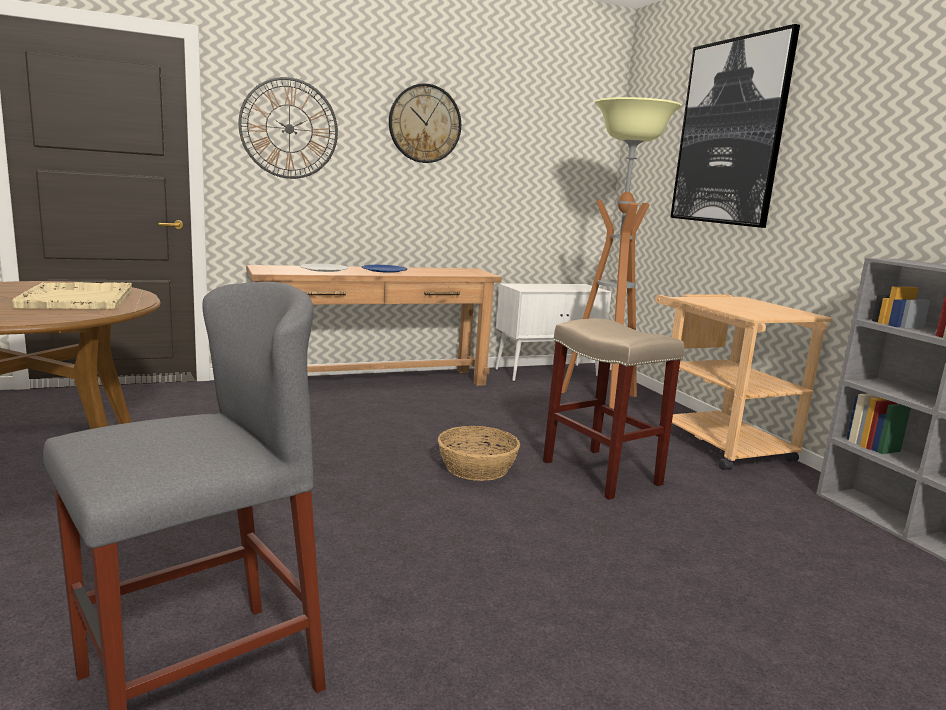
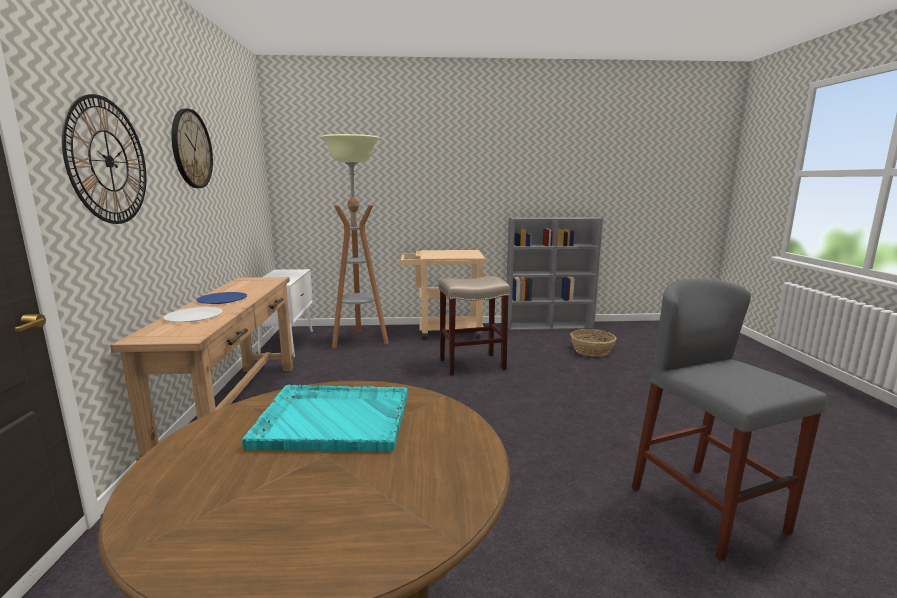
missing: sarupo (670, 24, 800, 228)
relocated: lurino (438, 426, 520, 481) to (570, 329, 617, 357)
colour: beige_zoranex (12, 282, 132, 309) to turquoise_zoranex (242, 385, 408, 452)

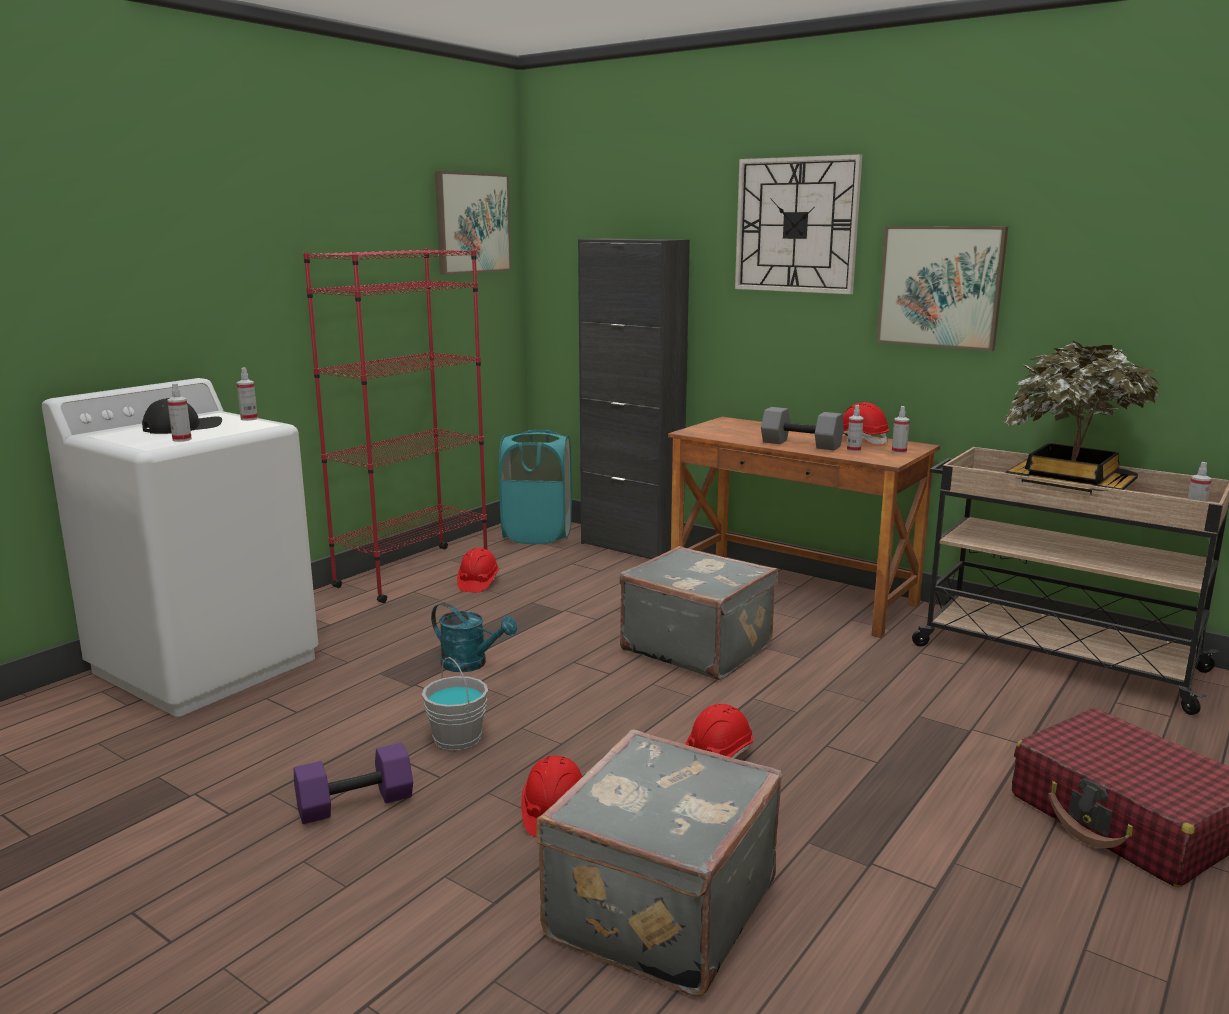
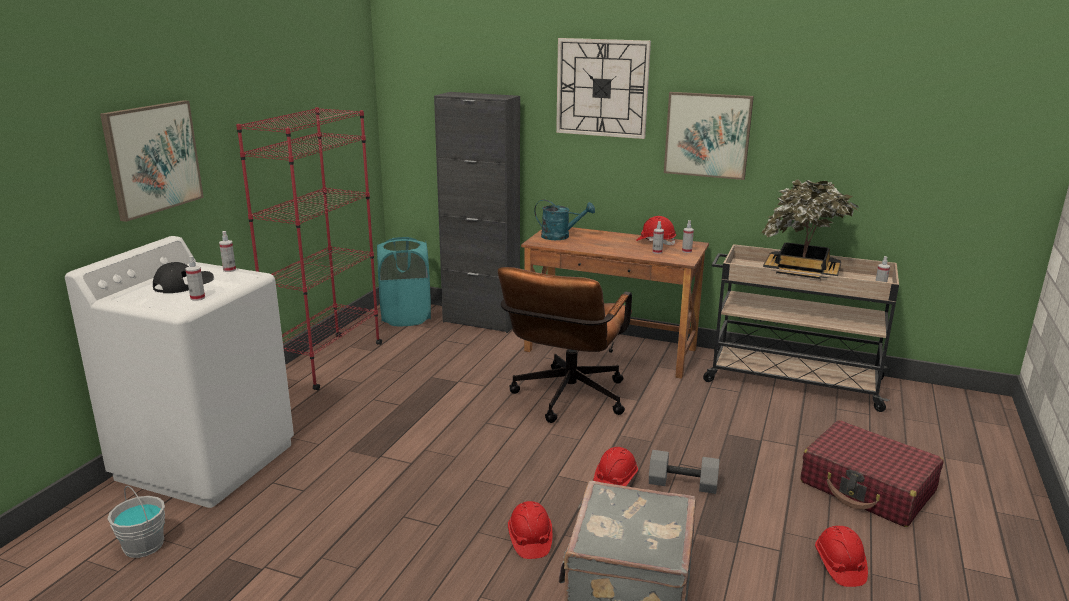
missing: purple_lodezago (294, 743, 413, 824)
relocated: sarupo (435, 171, 511, 275) to (100, 100, 204, 222); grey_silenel (422, 657, 488, 751) to (108, 486, 165, 558); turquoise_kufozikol (431, 602, 517, 672) to (534, 199, 595, 240); grey_lodezago (761, 407, 844, 450) to (649, 450, 720, 494); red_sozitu (457, 548, 499, 592) to (815, 526, 868, 587)
exchanged: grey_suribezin (619, 546, 778, 680) to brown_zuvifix (498, 267, 632, 423)

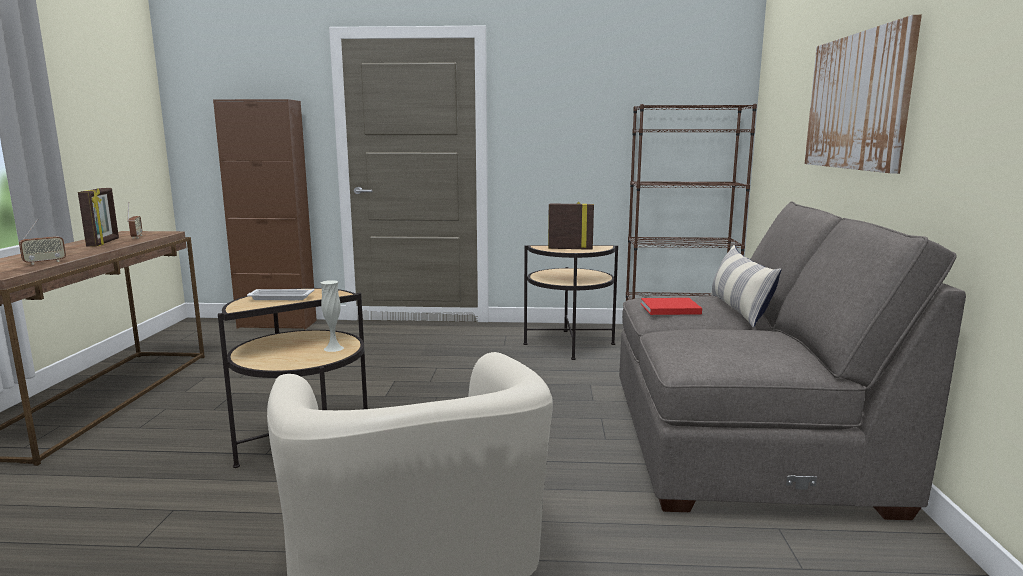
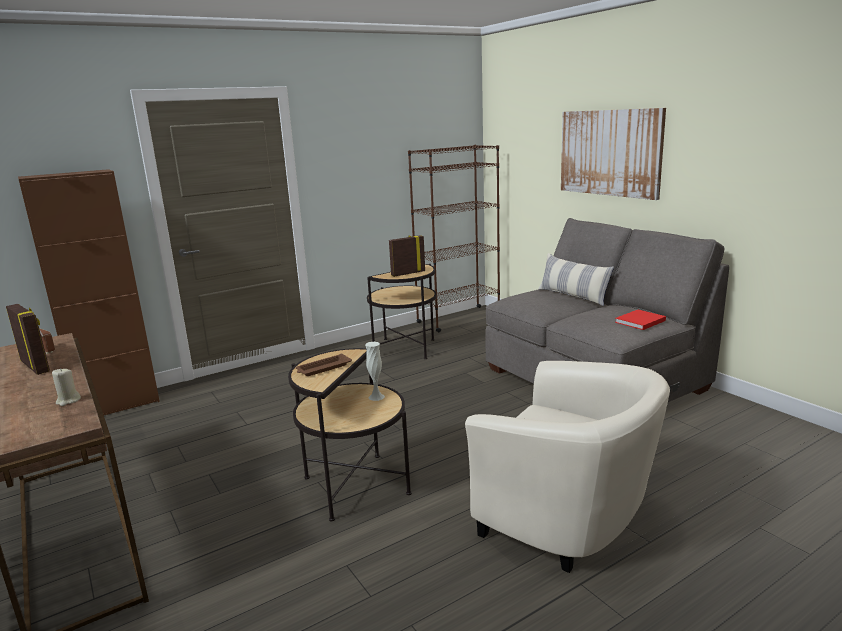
relocated: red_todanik (641, 298, 702, 315) to (615, 310, 666, 330)
exchanged: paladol (19, 219, 66, 265) to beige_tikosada (52, 368, 81, 406)
colour: white_zoranex (247, 289, 314, 300) to brown_zoranex (296, 353, 352, 376)

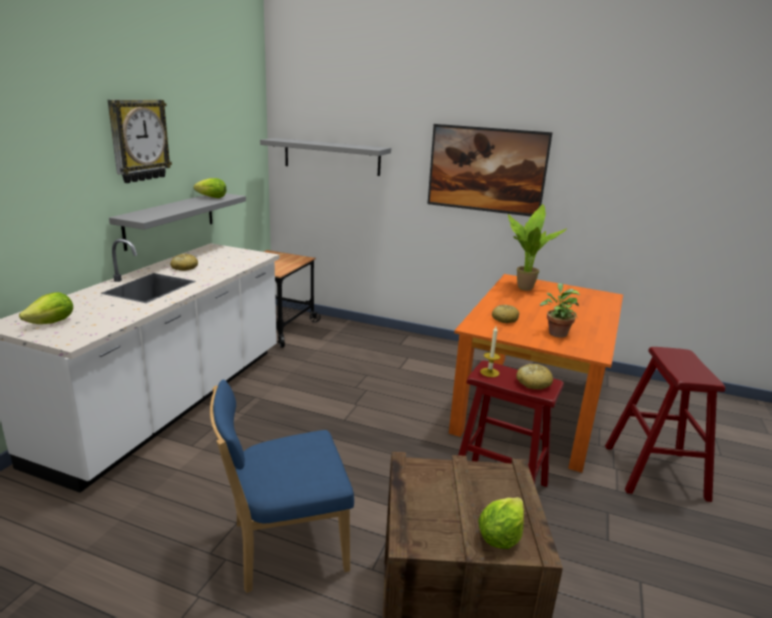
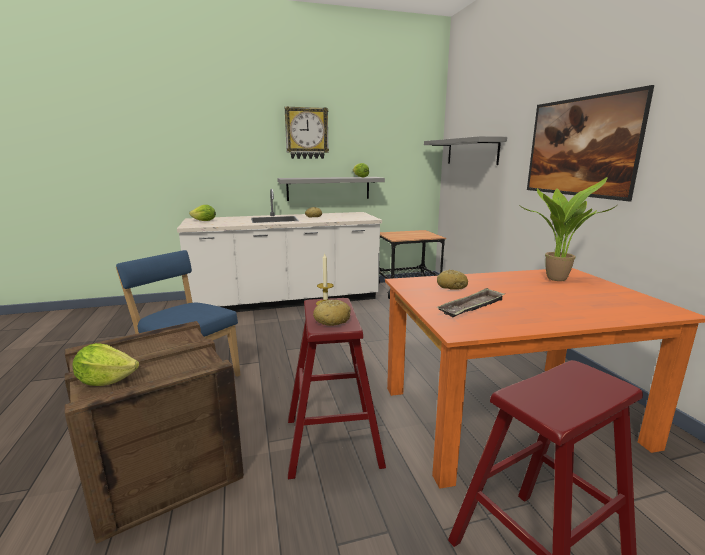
exchanged: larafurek (540, 283, 580, 338) to zoranex (437, 288, 505, 317)

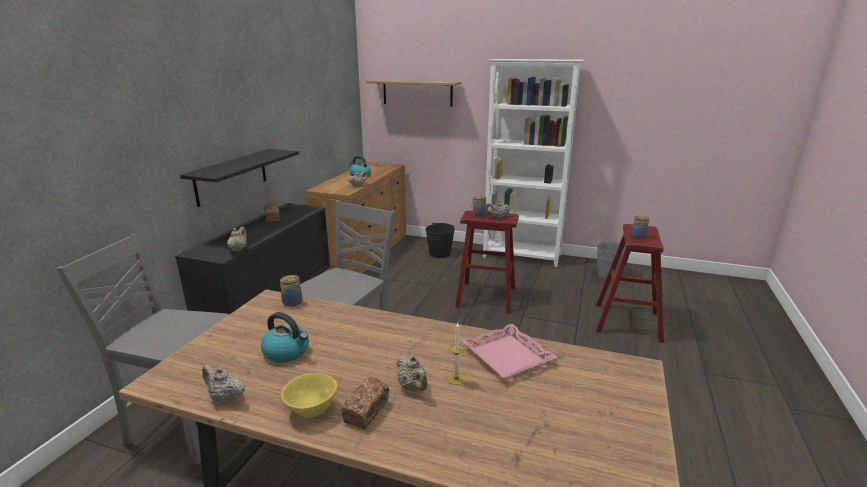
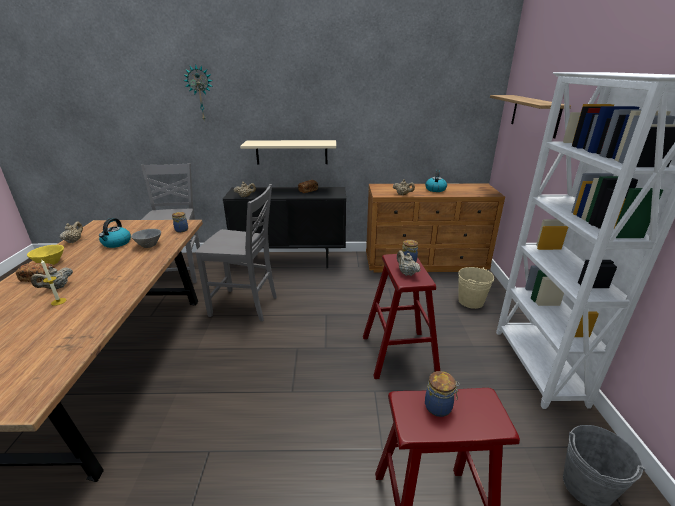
missing: pink_zoranex (461, 324, 557, 379)
appeared: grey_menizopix (131, 229, 161, 248); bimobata (183, 65, 213, 120)
colour: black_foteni (180, 149, 299, 207) to beige_foteni (240, 140, 336, 164); black_silenel (426, 223, 455, 258) to beige_silenel (458, 267, 494, 309)

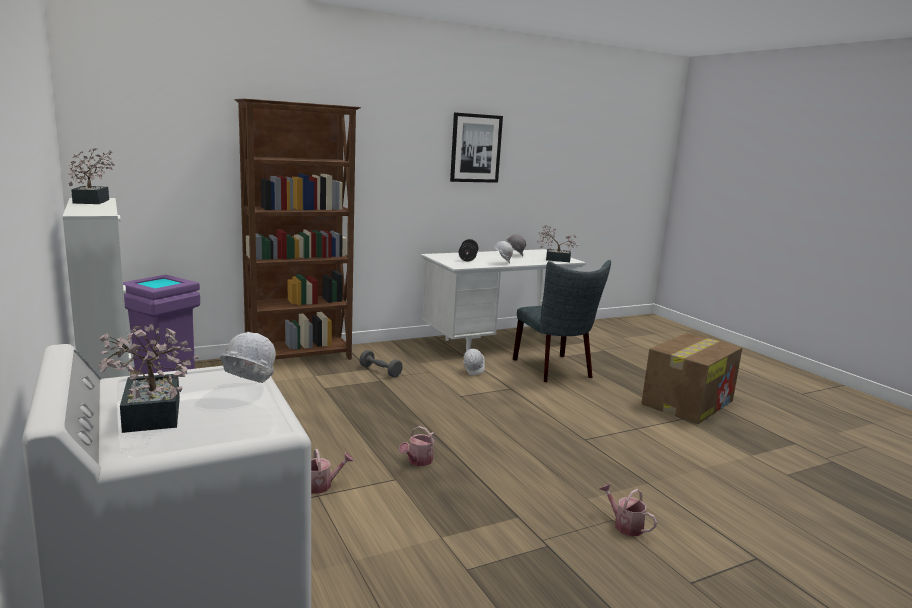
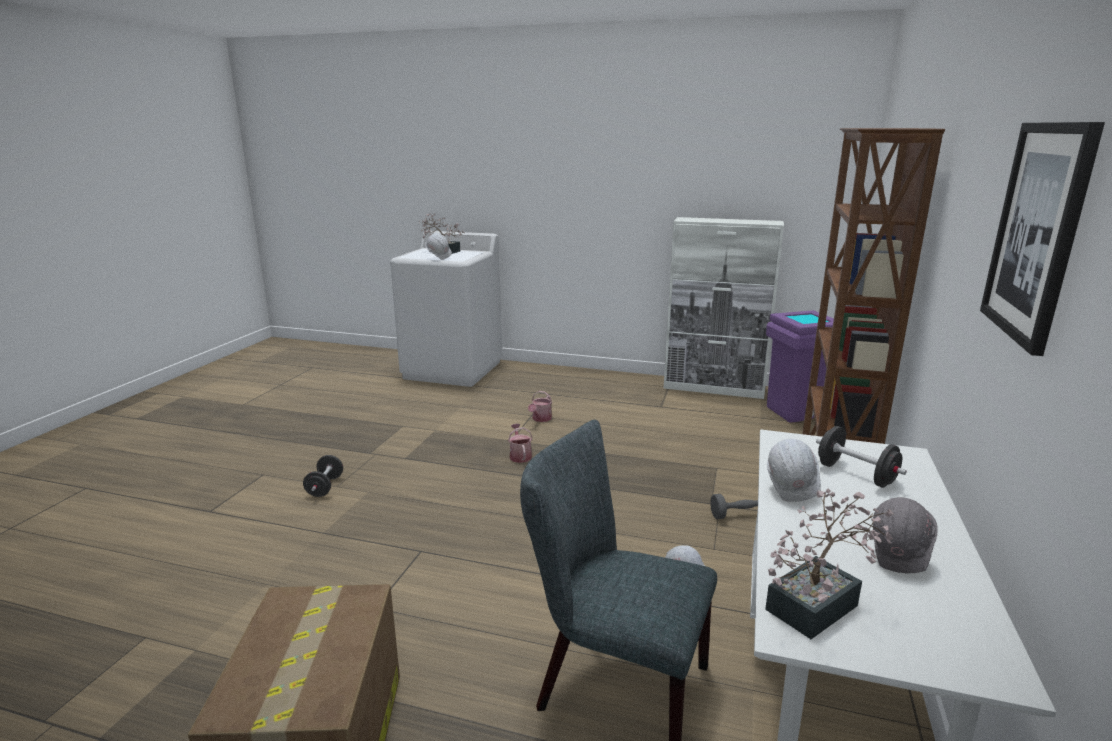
missing: larafurek (67, 148, 114, 204)
exchanged: kufozikol (599, 483, 657, 536) to black_lodezago (303, 455, 343, 497)

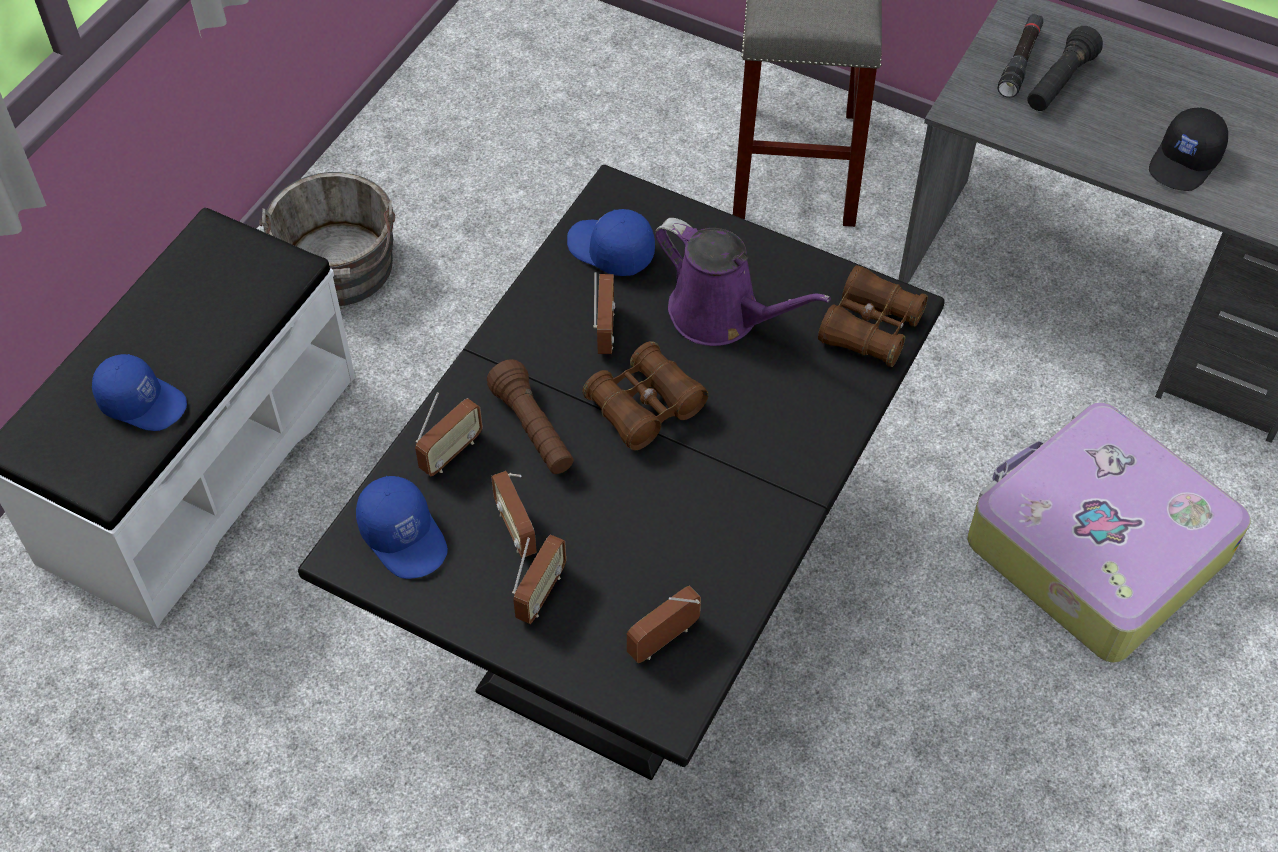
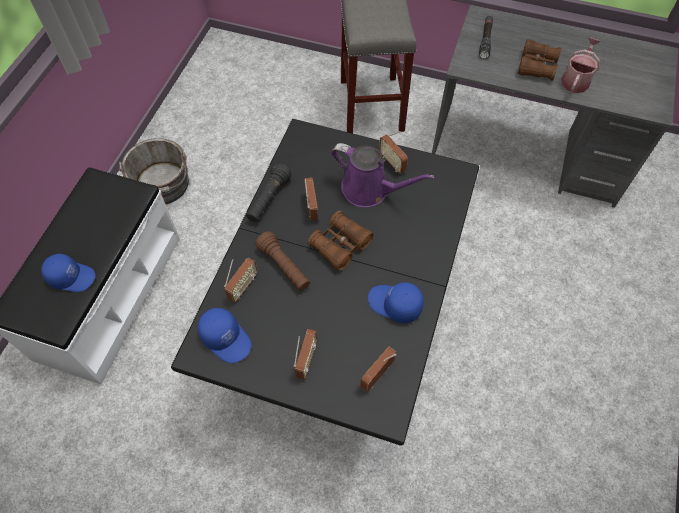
missing: suribezin (967, 402, 1251, 663)
relocated: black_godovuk (1027, 26, 1103, 111) to (246, 163, 291, 222); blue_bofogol (567, 209, 655, 276) to (368, 282, 424, 323); paladol (491, 471, 537, 558) to (379, 131, 408, 173); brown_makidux (818, 265, 928, 367) to (517, 39, 562, 81)
exchanged: black_bofogol (1149, 107, 1228, 191) to kufozikol (562, 38, 600, 93)

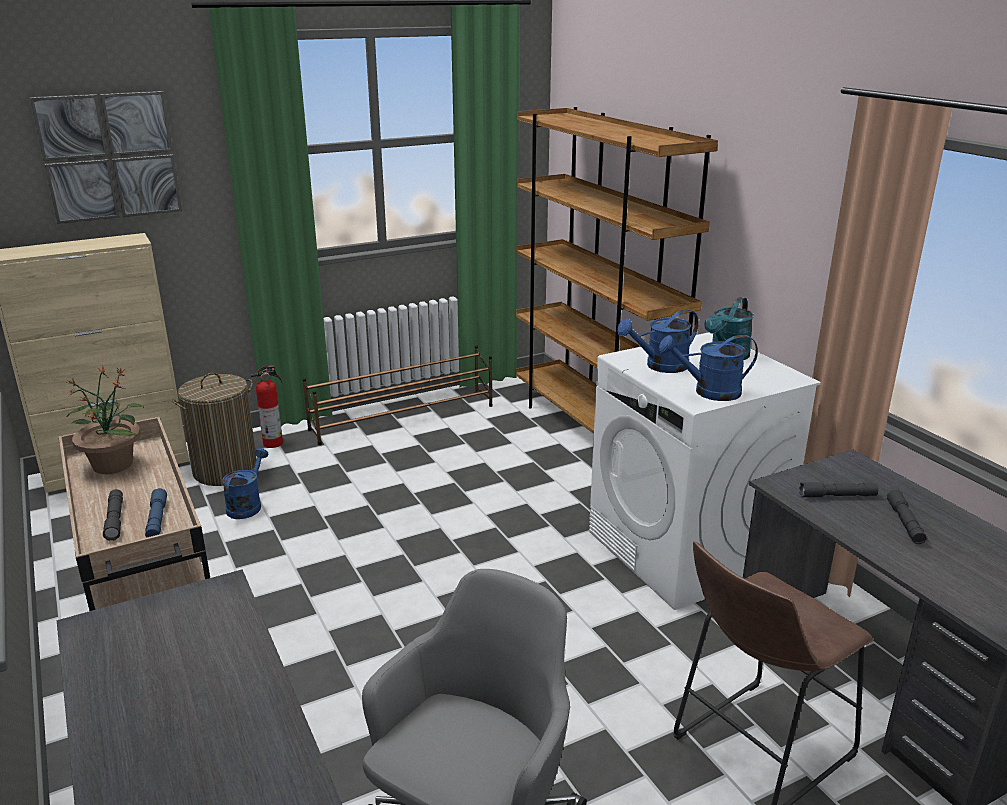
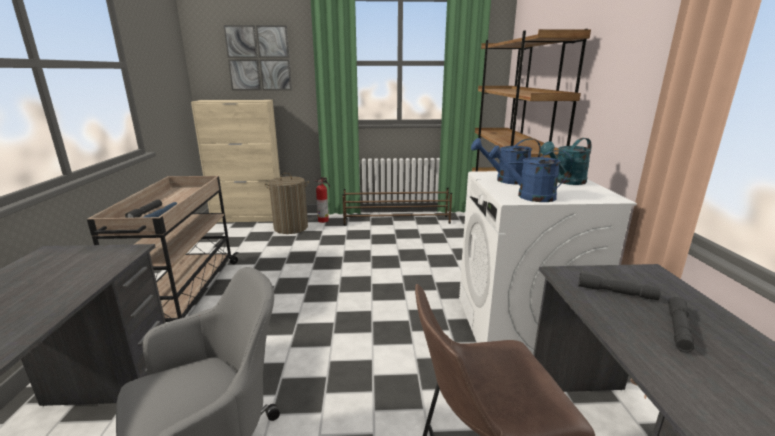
missing: larafurek (66, 366, 143, 474); blue_kufozikol (222, 448, 269, 519)

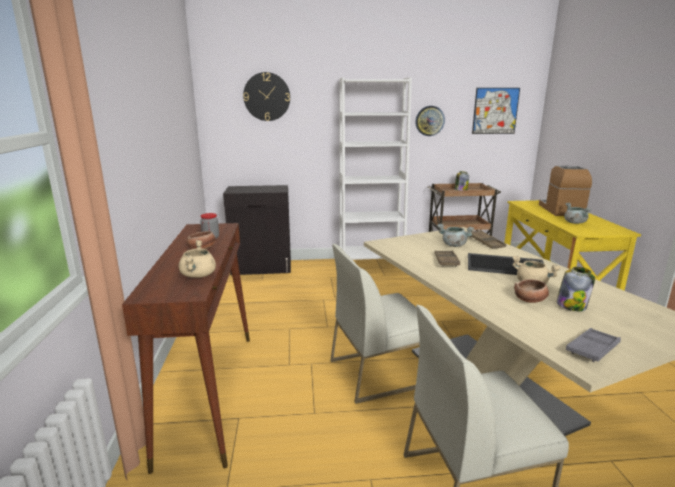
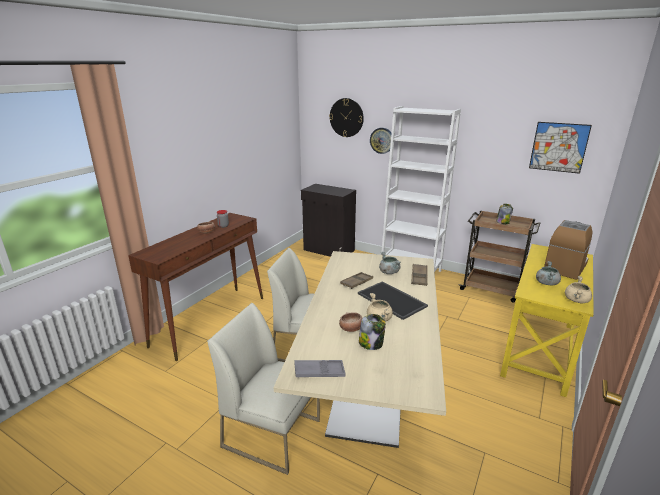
relocated: bimobata (415, 106, 445, 136) to (370, 128, 391, 154); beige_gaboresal (179, 240, 216, 278) to (565, 276, 592, 303)

